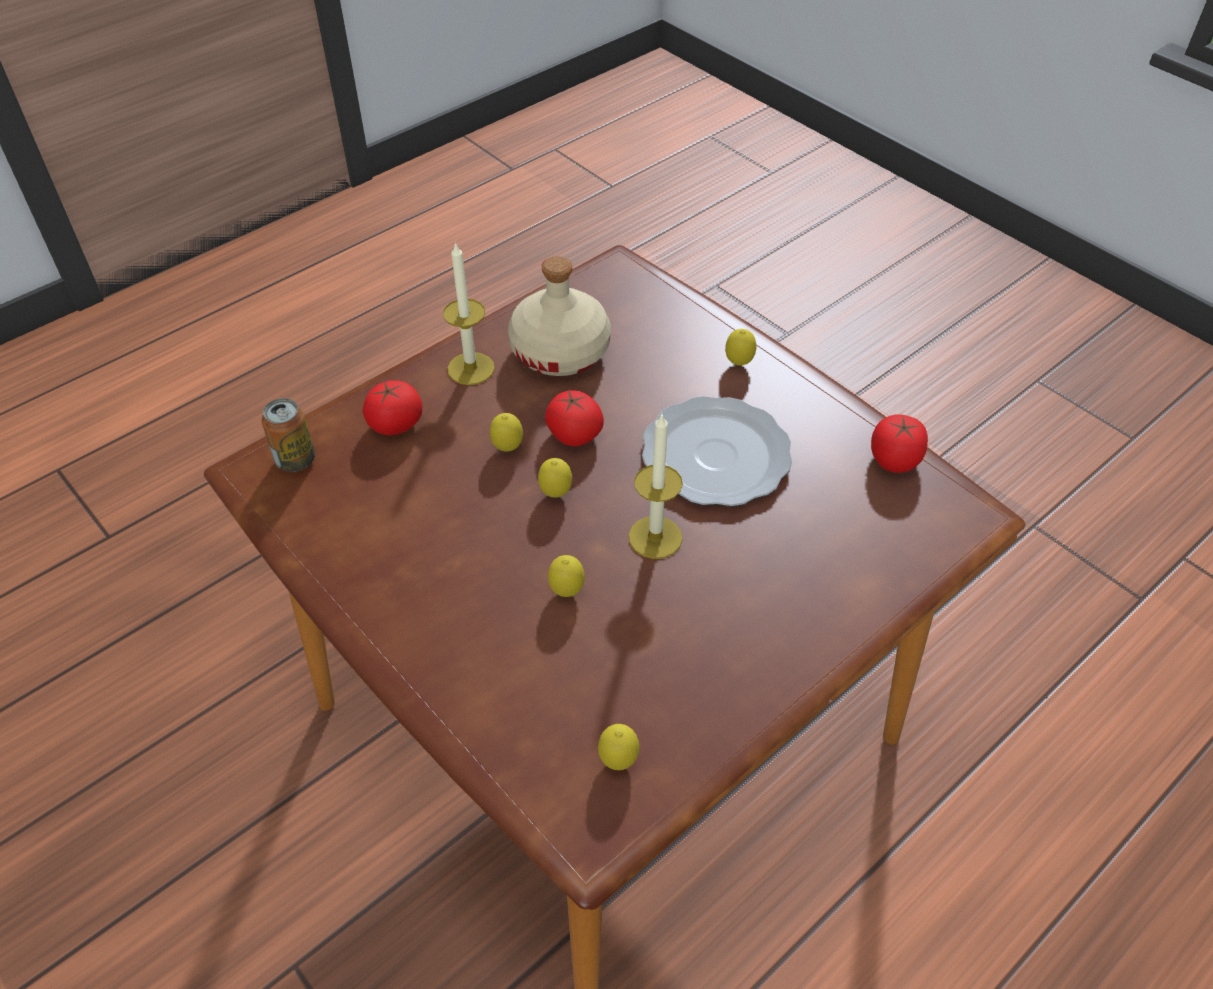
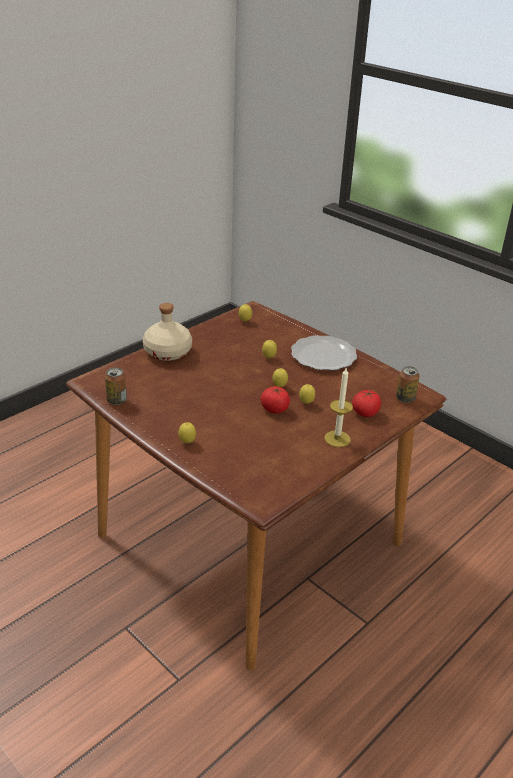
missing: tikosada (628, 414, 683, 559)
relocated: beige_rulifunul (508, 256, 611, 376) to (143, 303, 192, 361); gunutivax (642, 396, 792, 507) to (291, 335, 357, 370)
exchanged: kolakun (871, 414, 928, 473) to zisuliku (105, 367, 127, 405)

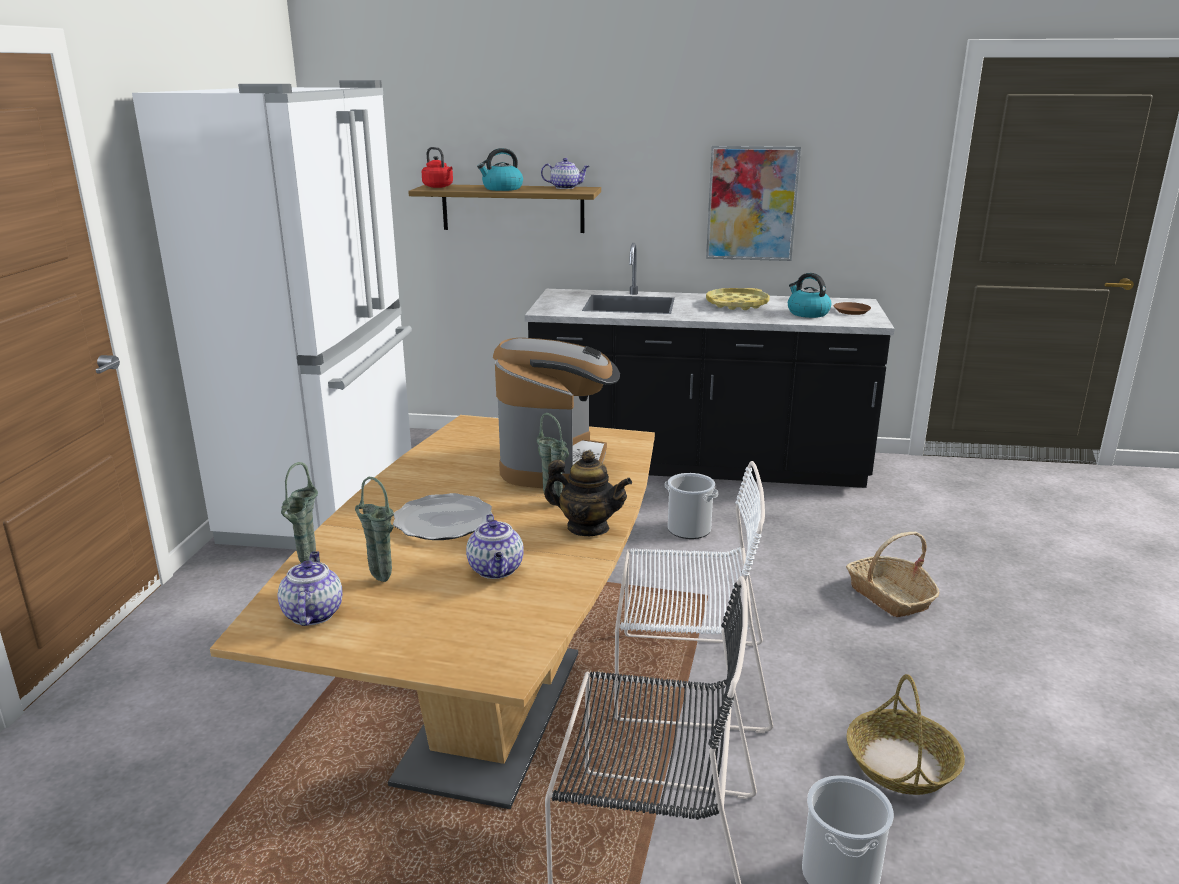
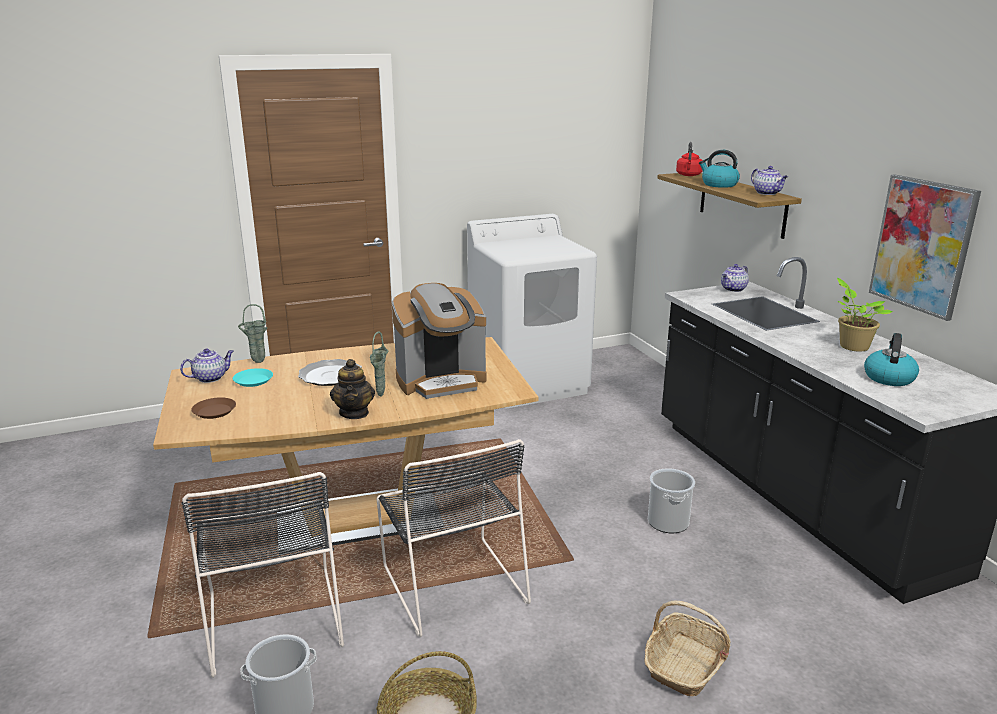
relocated: brown_gunutivax (834, 302, 871, 315) to (191, 397, 236, 419); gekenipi (466, 514, 524, 579) to (721, 264, 749, 292)
exchanged: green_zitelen (355, 477, 394, 582) to turquoise_gunutivax (233, 368, 273, 387); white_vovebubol (132, 80, 412, 550) to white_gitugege (467, 214, 597, 408); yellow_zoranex (706, 288, 770, 310) to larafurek (837, 278, 893, 352)
colour: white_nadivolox (614, 461, 773, 733) to black_nadivolox (377, 439, 531, 637)

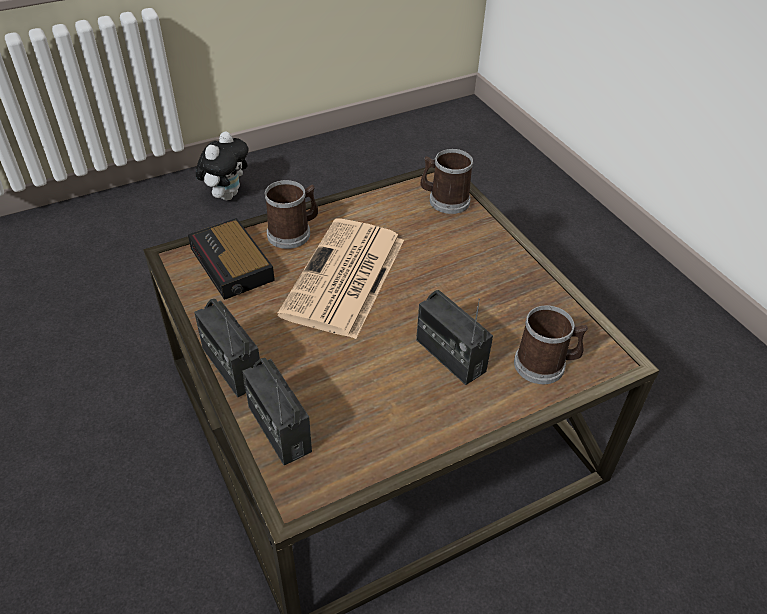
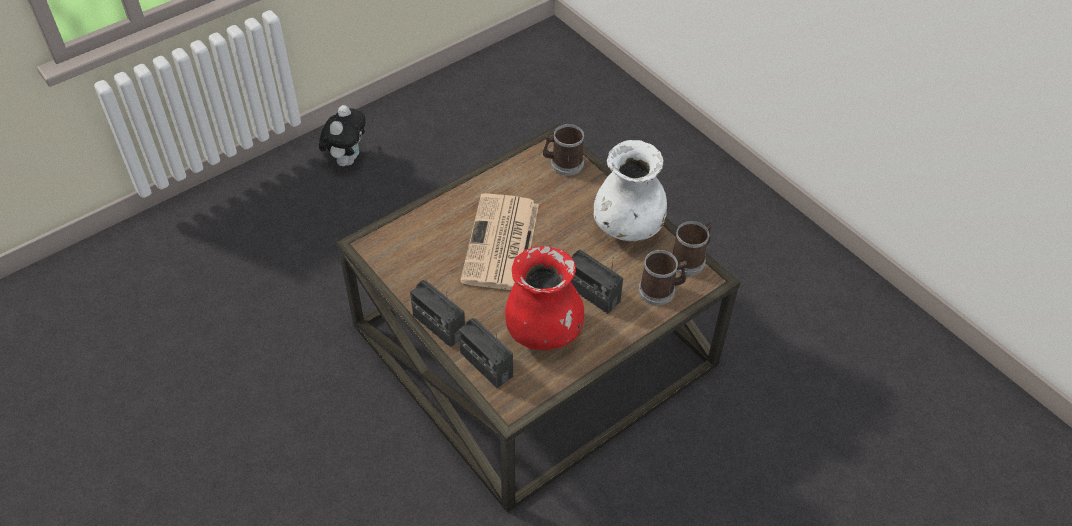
missing: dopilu (188, 218, 275, 300)
appeared: red_zitelen (505, 246, 584, 350); white_zitelen (594, 140, 667, 241)
relocated: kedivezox (265, 180, 318, 249) to (671, 221, 712, 276)

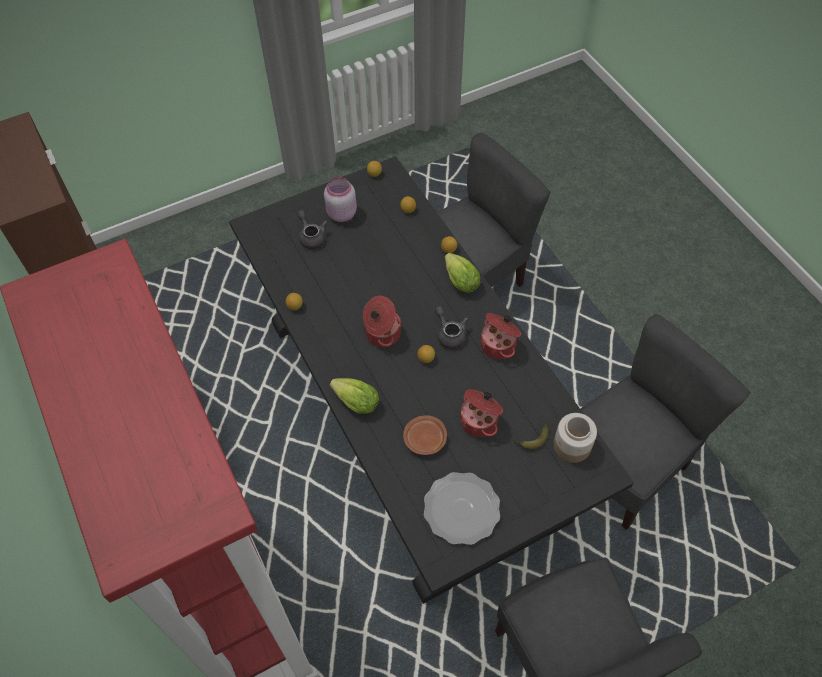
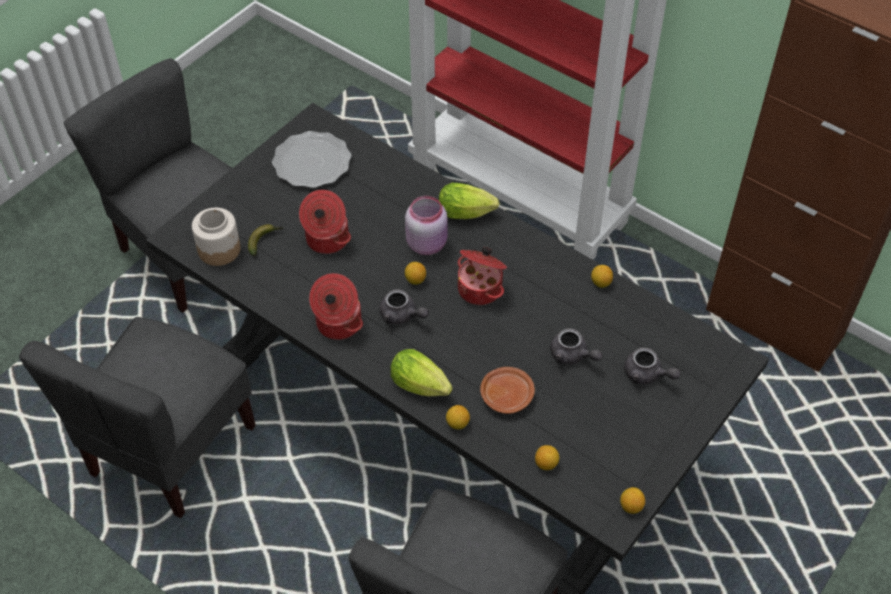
appeared: grey_gekenipi (550, 328, 603, 364)
relocated: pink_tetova (324, 177, 357, 222) to (405, 196, 448, 255); brown_gunutivax (403, 415, 447, 455) to (480, 367, 535, 414)

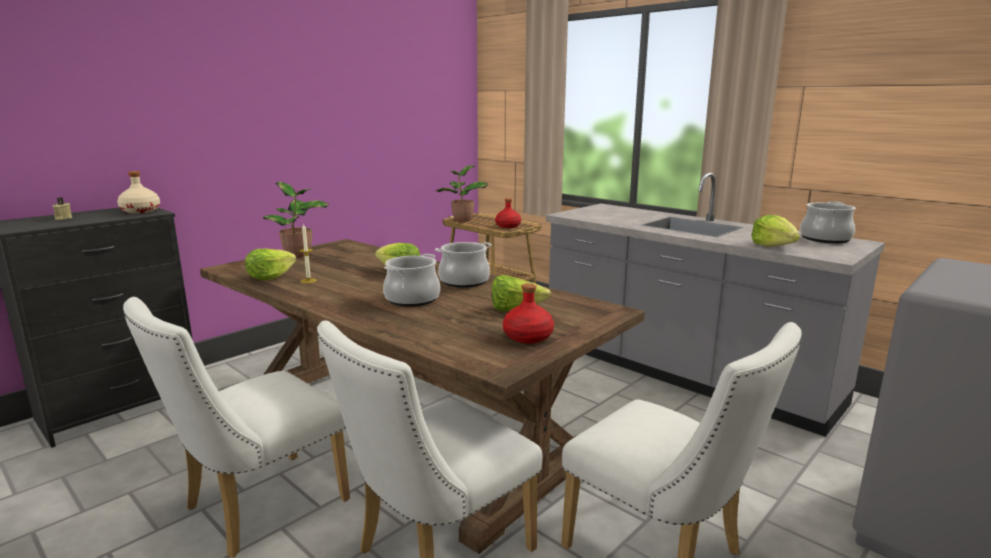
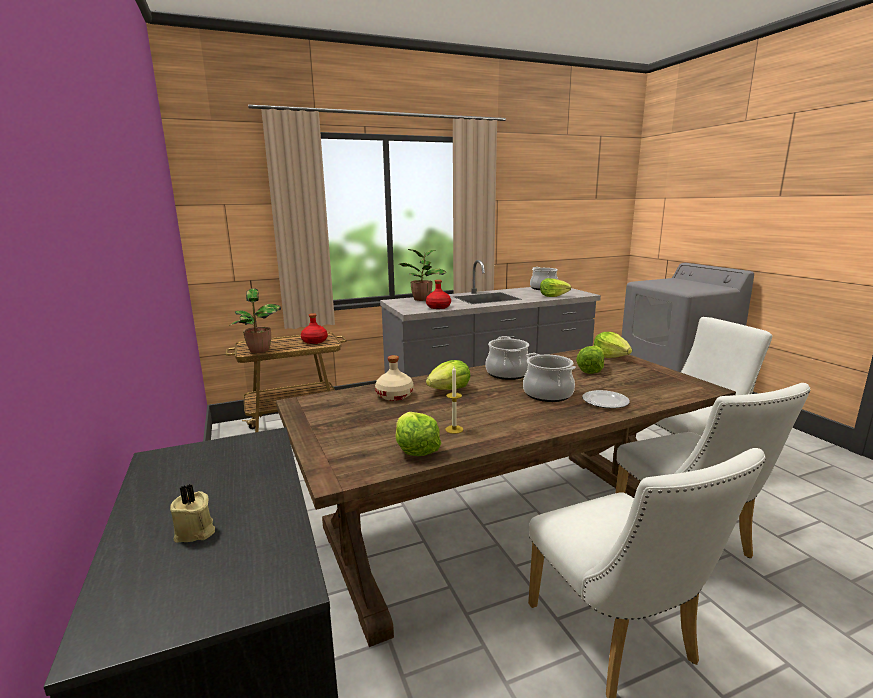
appeared: gunutivax (582, 390, 630, 408); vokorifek (593, 332, 632, 358)
relocated: beige_rulifunul (117, 171, 160, 213) to (375, 355, 414, 401); larafurek (263, 182, 329, 258) to (399, 249, 446, 301); red_rulifunul (503, 283, 554, 344) to (426, 280, 451, 309)

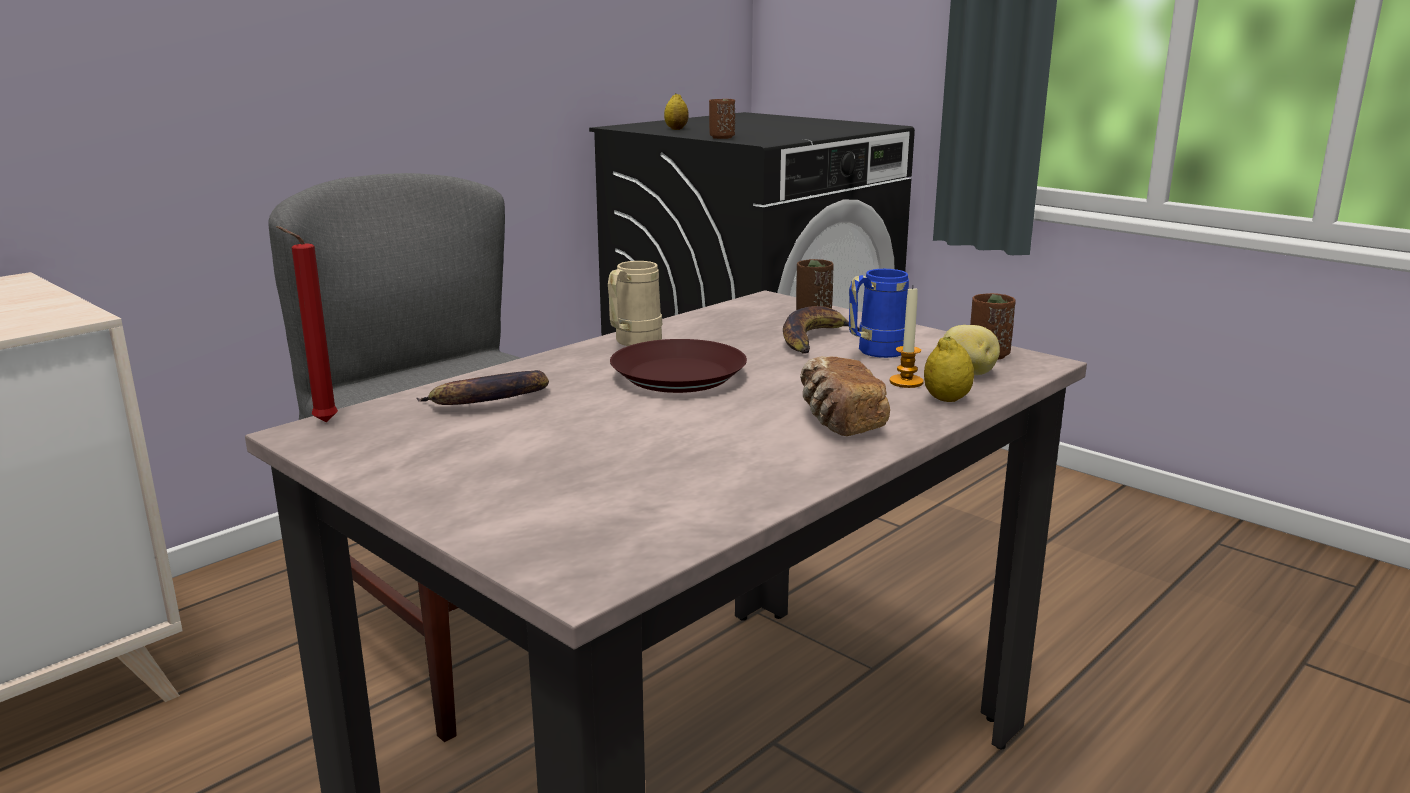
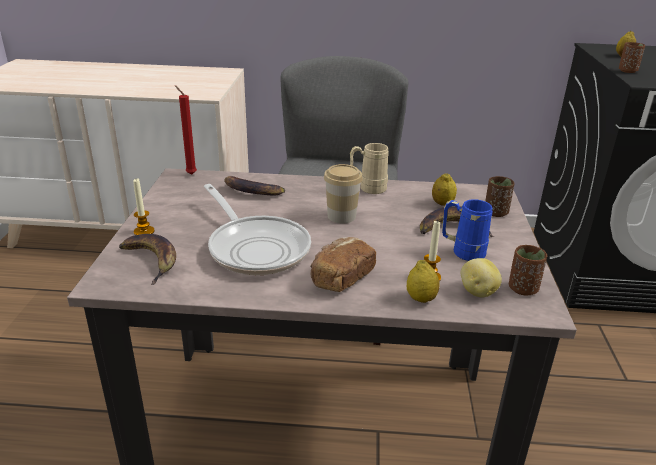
appeared: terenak (119, 234, 176, 285); tikosada (133, 178, 155, 235); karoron (204, 184, 311, 275); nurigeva (432, 173, 457, 206)
exchanged: brown_gunutivax (610, 339, 747, 393) to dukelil (324, 164, 363, 223)

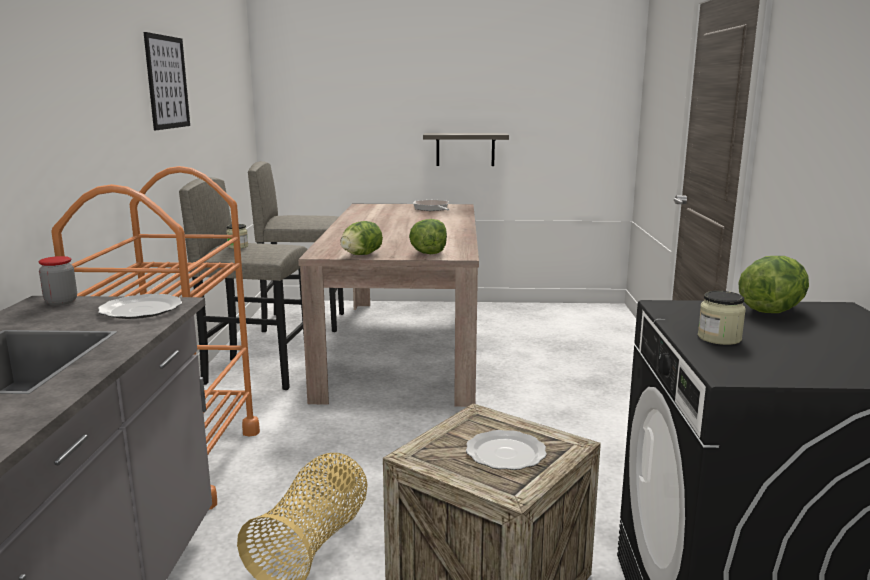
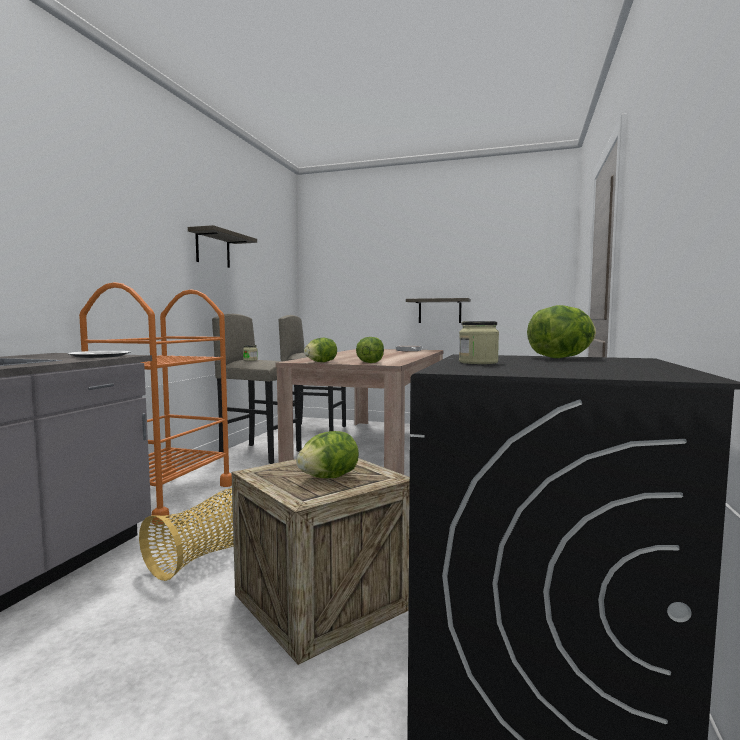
missing: tetova (39, 256, 77, 305)
exchanged: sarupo (144, 32, 190, 130) to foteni (188, 225, 257, 268); gunutivax (466, 430, 547, 470) to vokorifek (296, 431, 359, 479)

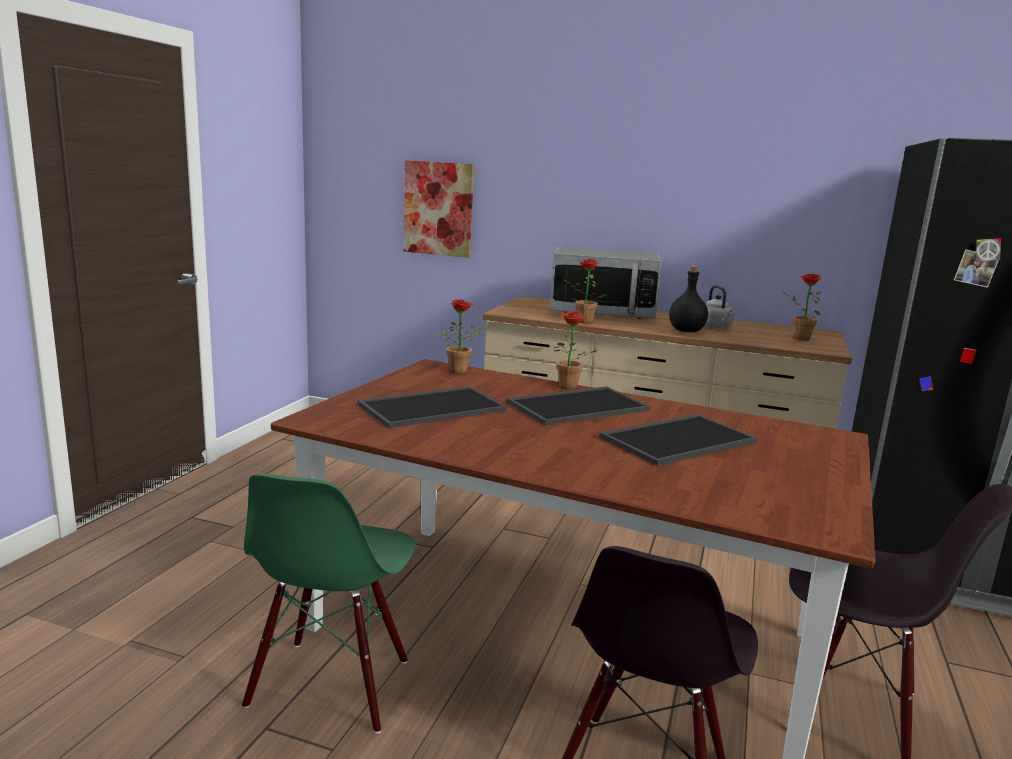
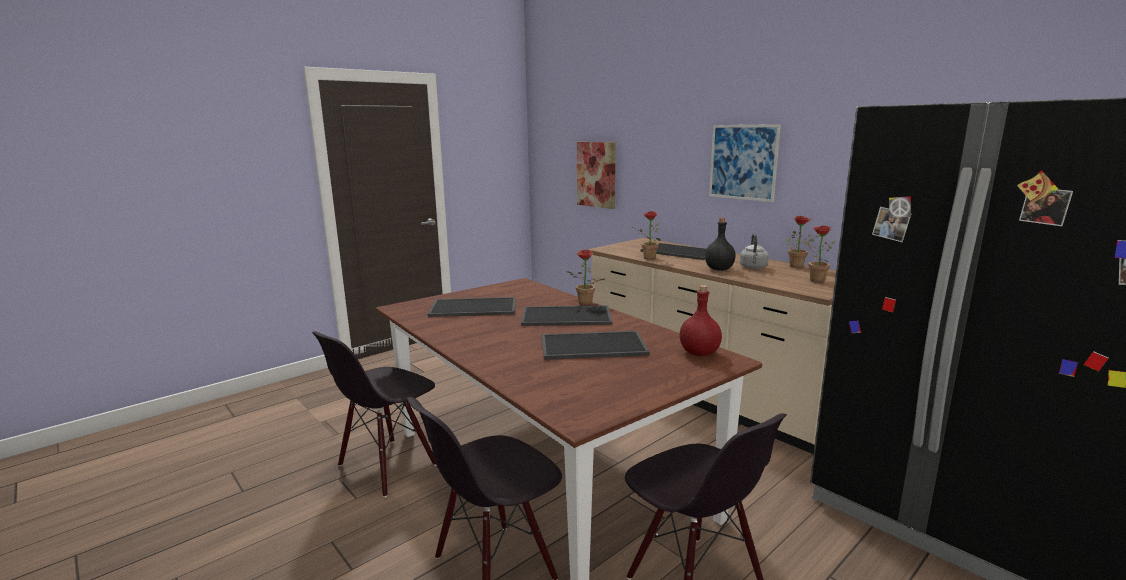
appeared: red_rulifunul (679, 285, 722, 356); sarupo (709, 124, 781, 202)
relocated: larafurek (440, 299, 490, 373) to (785, 216, 820, 268)
exchanged: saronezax (550, 247, 662, 319) to zoranex (640, 243, 706, 260)
colour: green_nadivolox (242, 473, 415, 734) to black_nadivolox (312, 331, 436, 497)

